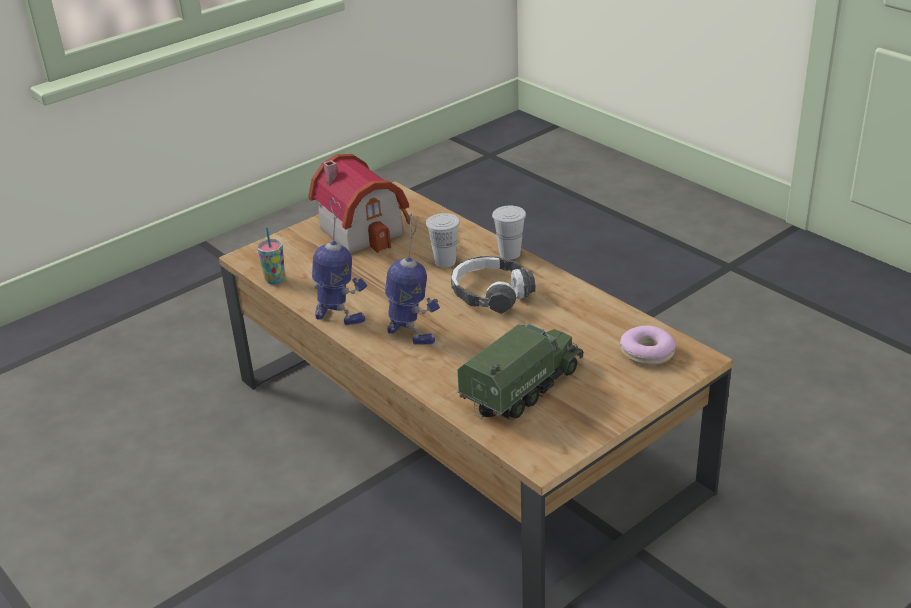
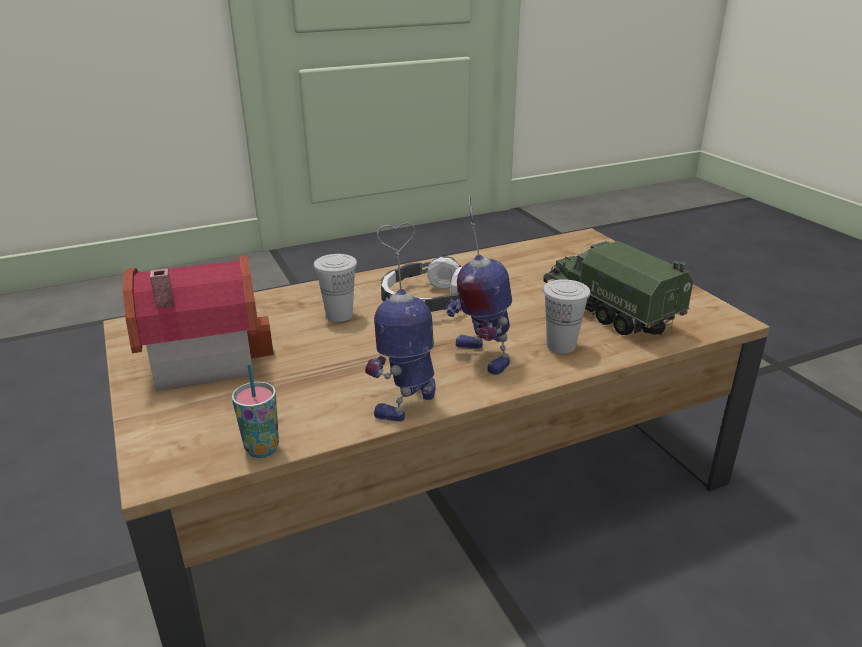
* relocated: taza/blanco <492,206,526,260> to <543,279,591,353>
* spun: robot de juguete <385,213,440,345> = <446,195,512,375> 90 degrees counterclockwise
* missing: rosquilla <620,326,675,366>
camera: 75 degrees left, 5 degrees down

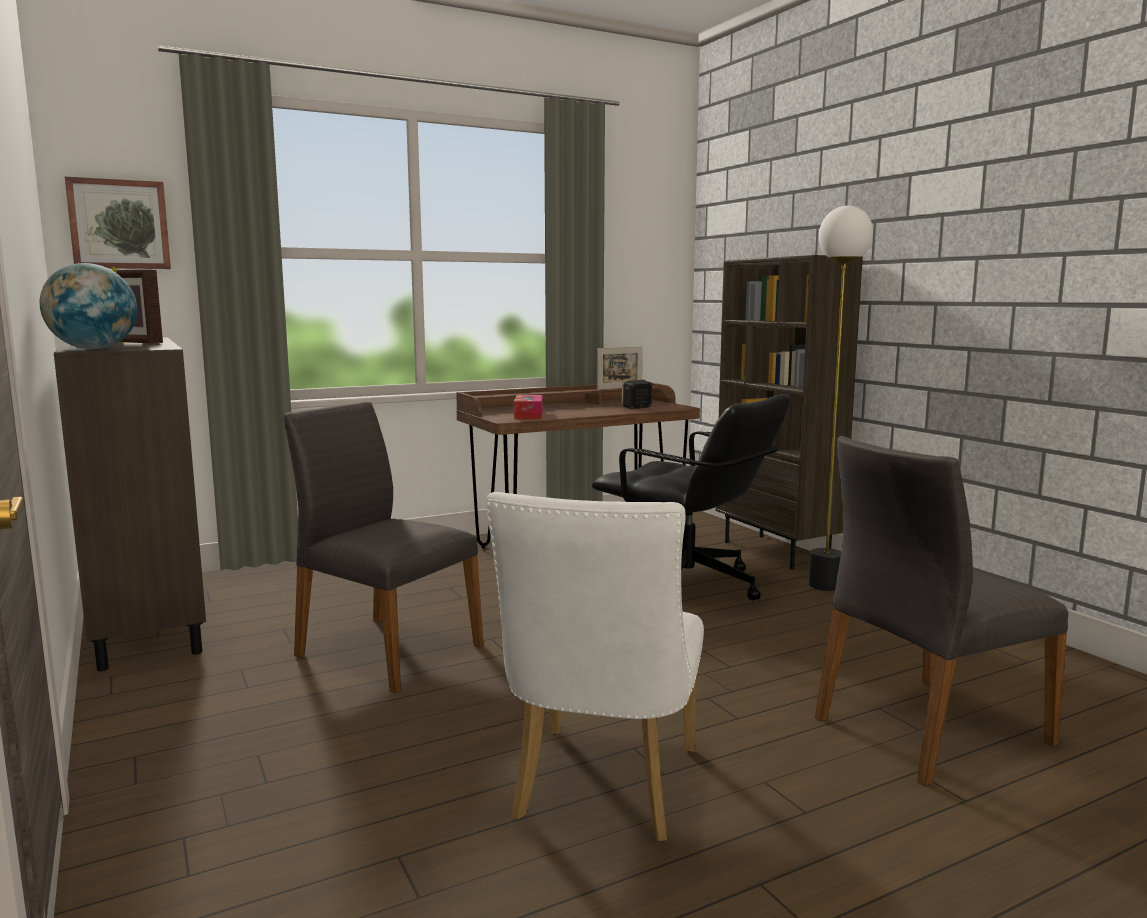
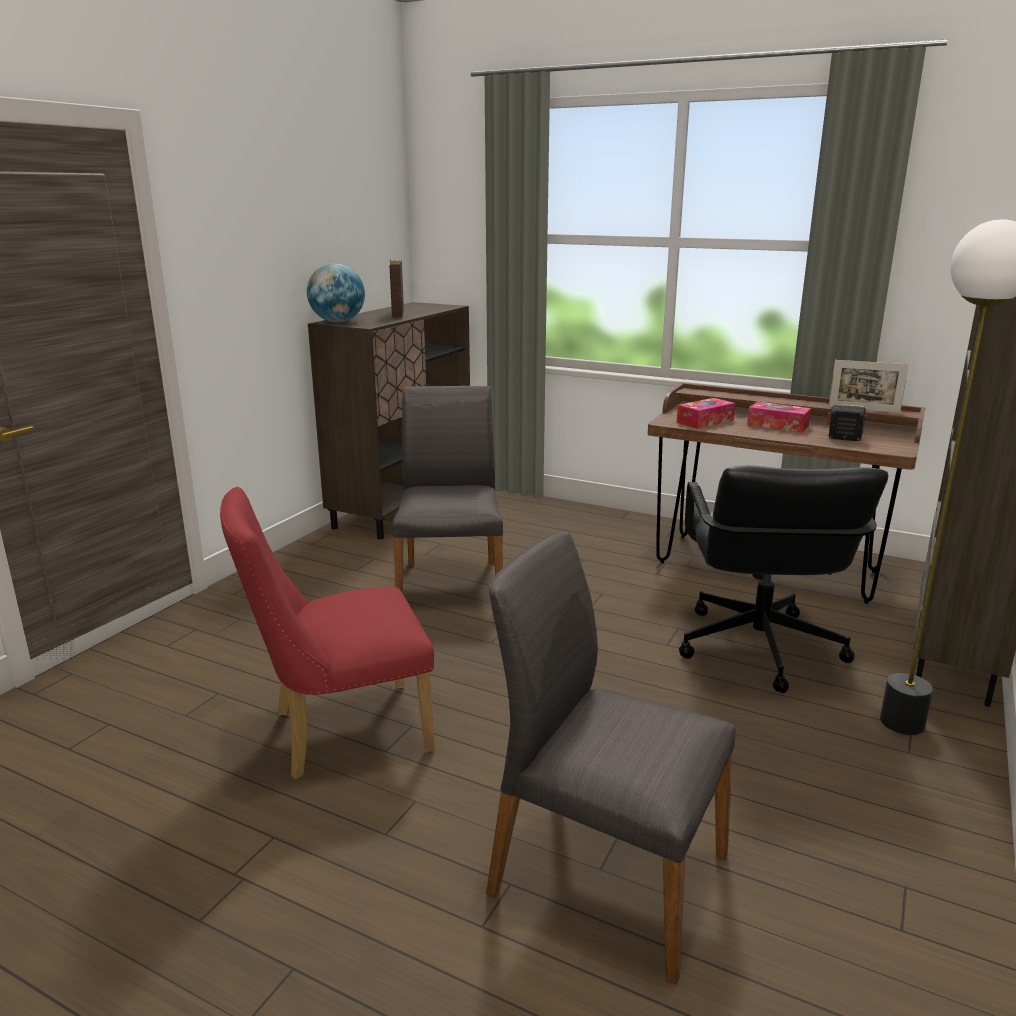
* missing: cuadro <65,177,171,269>
* colour: silla/blanco <486,492,704,842> to silla/rojo <220,487,435,779>
* appeared: caja de pañuelos <747,402,811,433>
camera: 55 degrees right, 10 degrees up

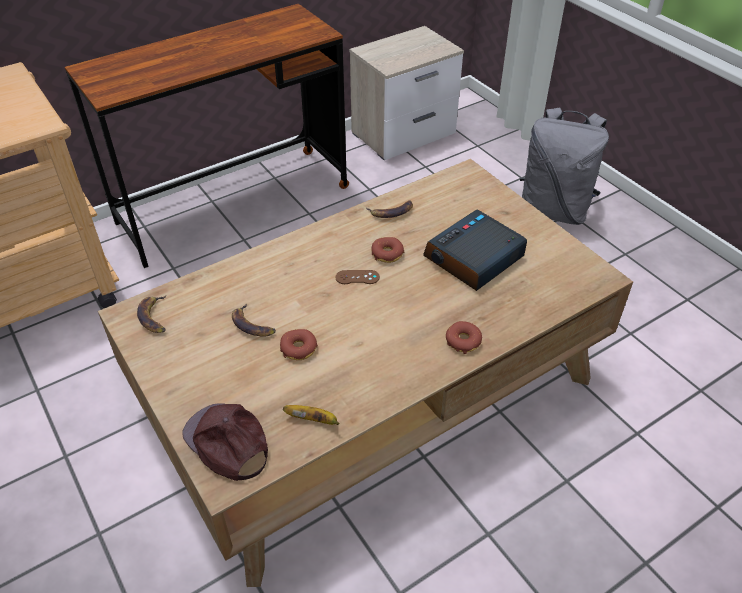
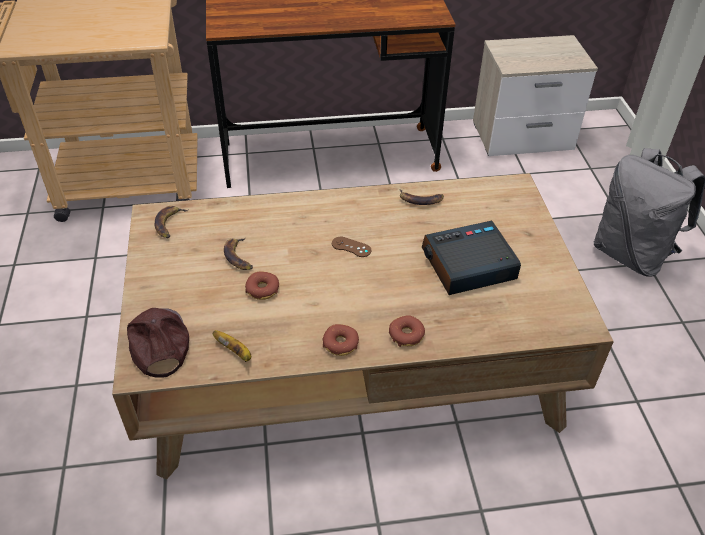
* relocated: rosquilla <372,237,404,263> to <322,324,359,356>
camera: 25 degrees right, 0 degrees up

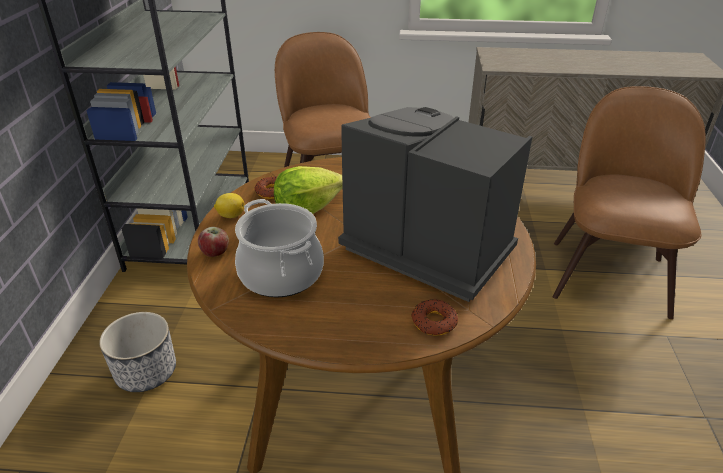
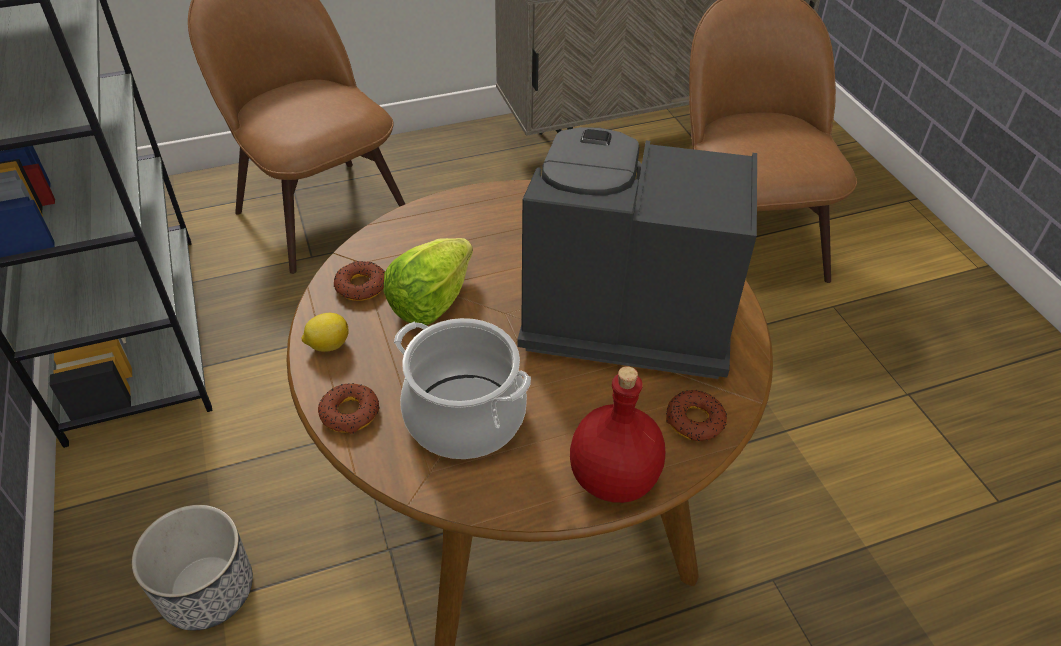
* exchanged: manzana <198,227,229,257> to rosquilla <318,383,380,434>
* appeared: botella/rojo <570,366,665,503>
camera: 25 degrees left, 10 degrees up

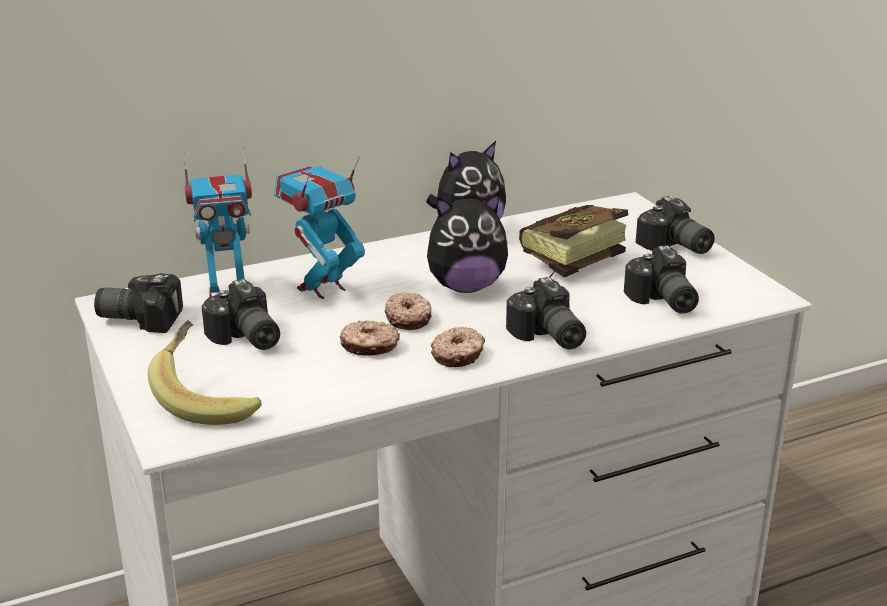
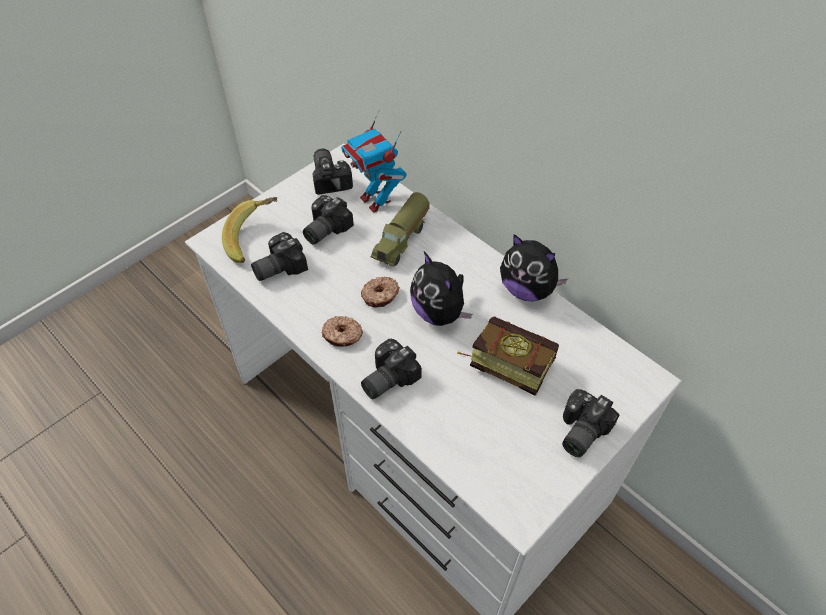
* exchanged: robot de juguete <274,157,365,299> to camión de juguete <370,192,430,266>
* relocated: cámara <624,245,699,314> to <251,232,308,281>
* missing: rosquilla <340,320,400,356>
camera: 70 degrees right, 25 degrees up

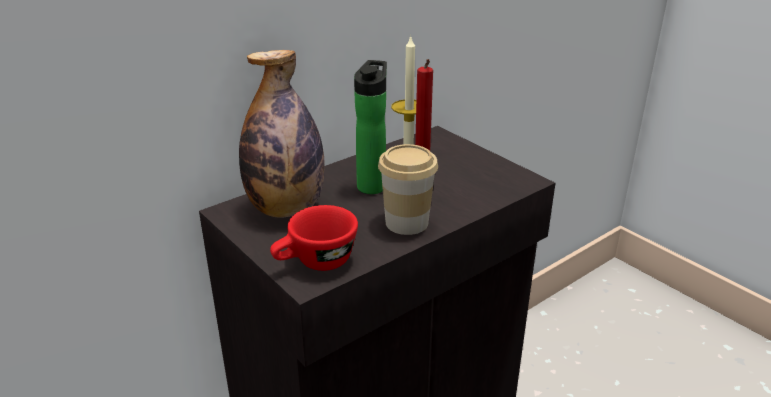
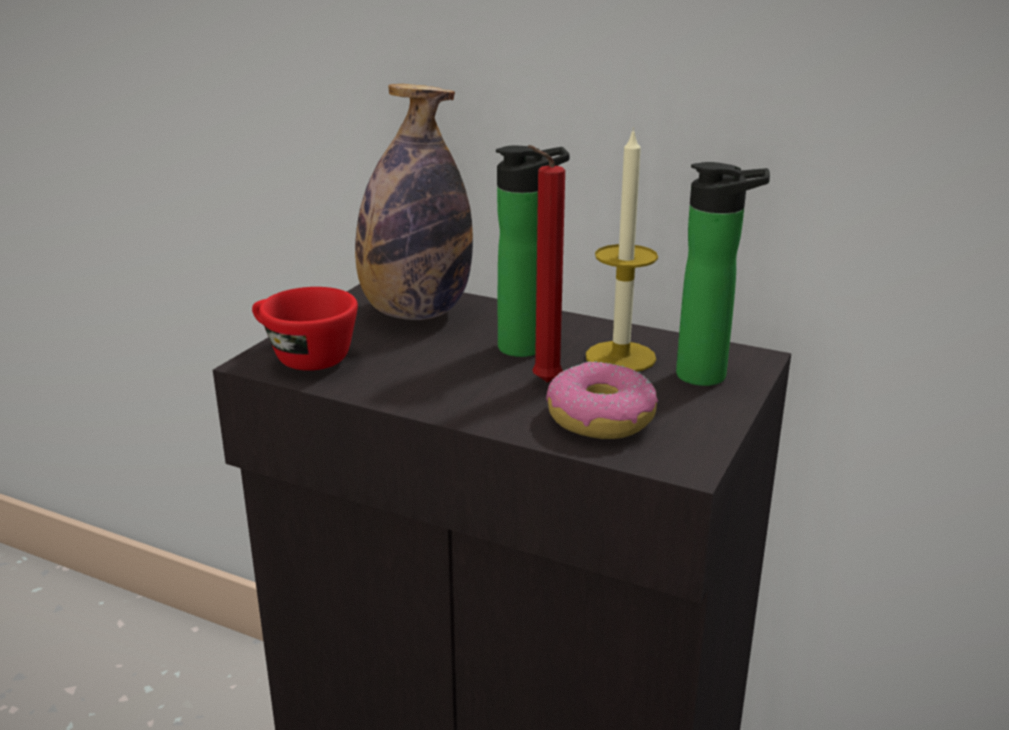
* missing: taza <378,144,438,235>
* appeared: botella <676,162,770,386>
* appeared: rosquilla <546,361,658,439>
camera: 65 degrees right, 5 degrees down

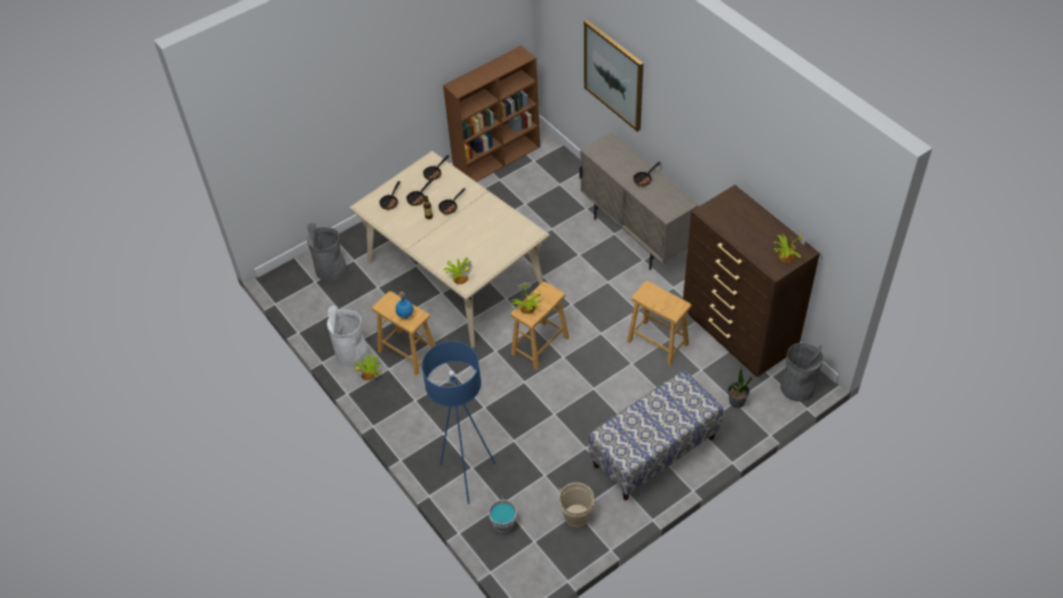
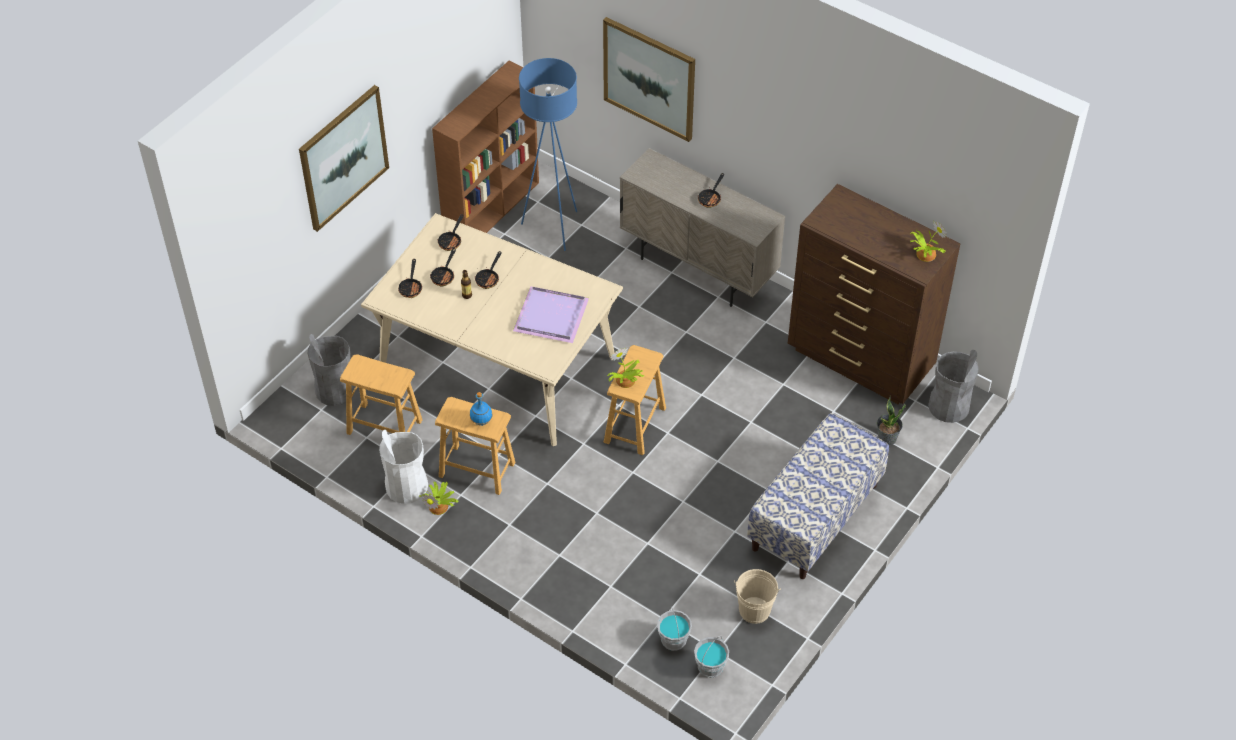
* missing: planta en maceta <443,257,472,284>
* relocated: taburete/marrón <627,281,692,366> to <340,354,422,435>
* relocated: lámpara de pie/azul <422,341,495,504> to <519,58,577,251>
* appeared: cuadro <299,85,389,232>
* appeared: bandeja/morado <513,286,589,343>
* appeared: cubo/gris <694,636,729,678>
camera: 20 degrees left, 0 degrees up

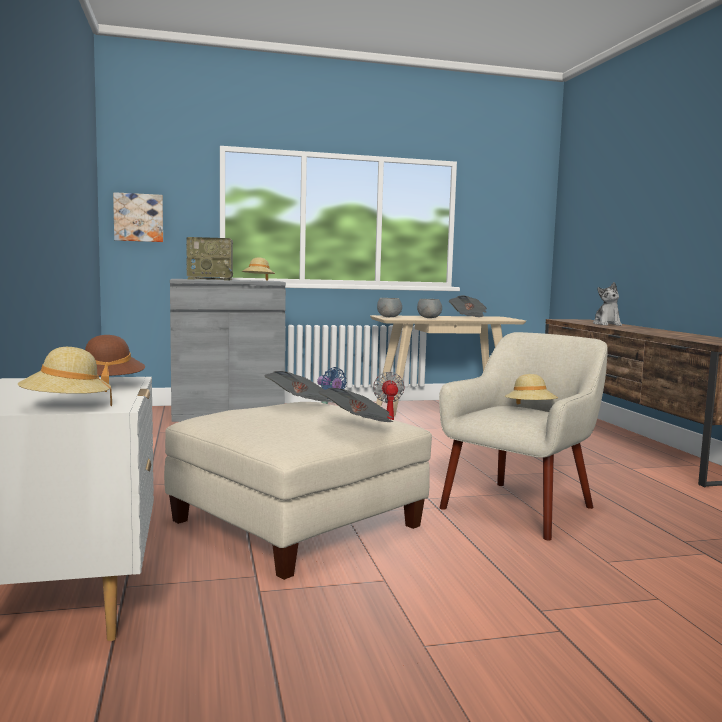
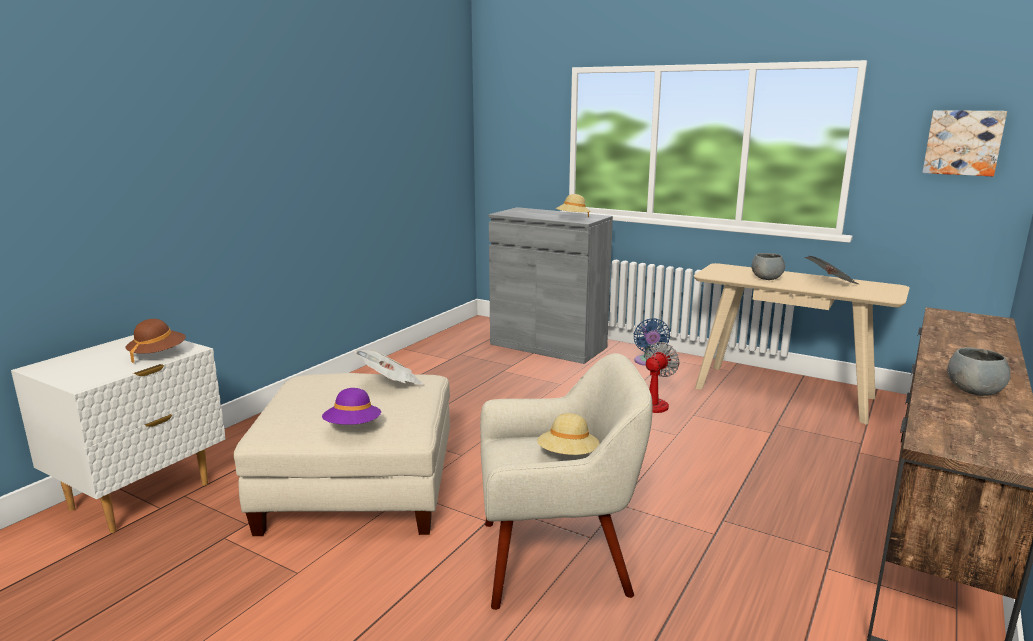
* relocated: cuadro <113,192,163,242> to <922,110,1007,177>
* missing: radio <186,237,233,281>
* missing: peluche <593,282,622,326>
* relocated: cuenco/gris <377,298,402,317> to <947,347,1011,396>
* missing: sombrero/beis <18,347,112,406>
* exchanged: periódico <318,388,394,422> to sombrero/morado <322,388,381,425>
camera: 45 degrees right, 10 degrees up

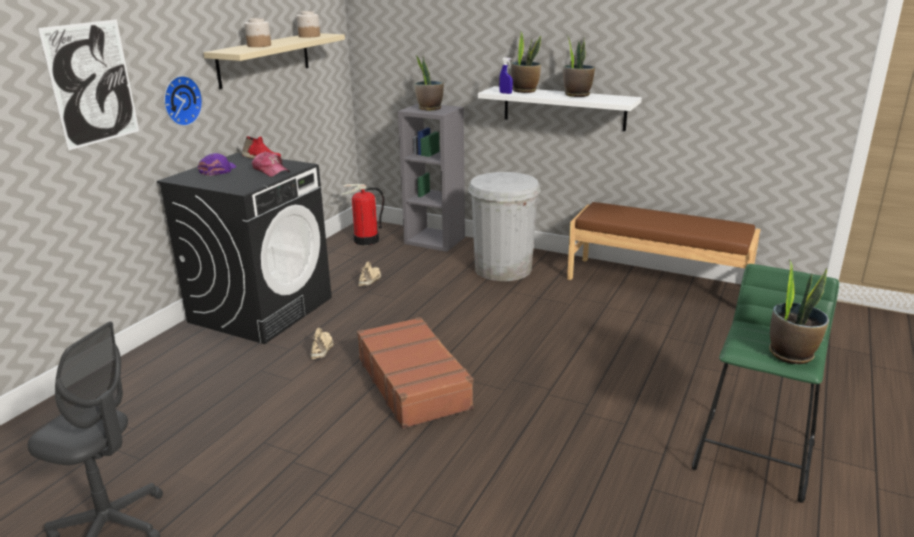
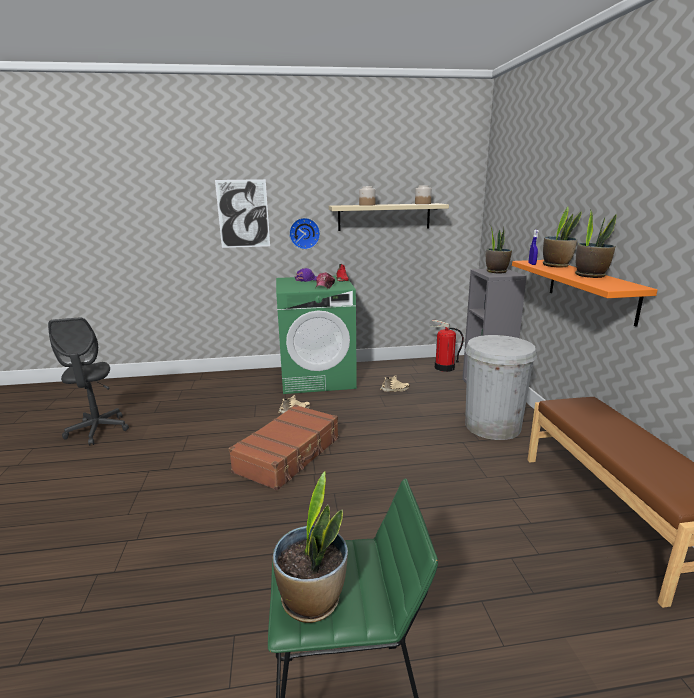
* colour: estante/blanco <478,86,642,131> to estante/naranja <512,260,658,327>
* colour: lavadora/negro <157,153,332,344> to lavadora/verde <276,276,357,394>
camera: 55 degrees right, 5 degrees down

